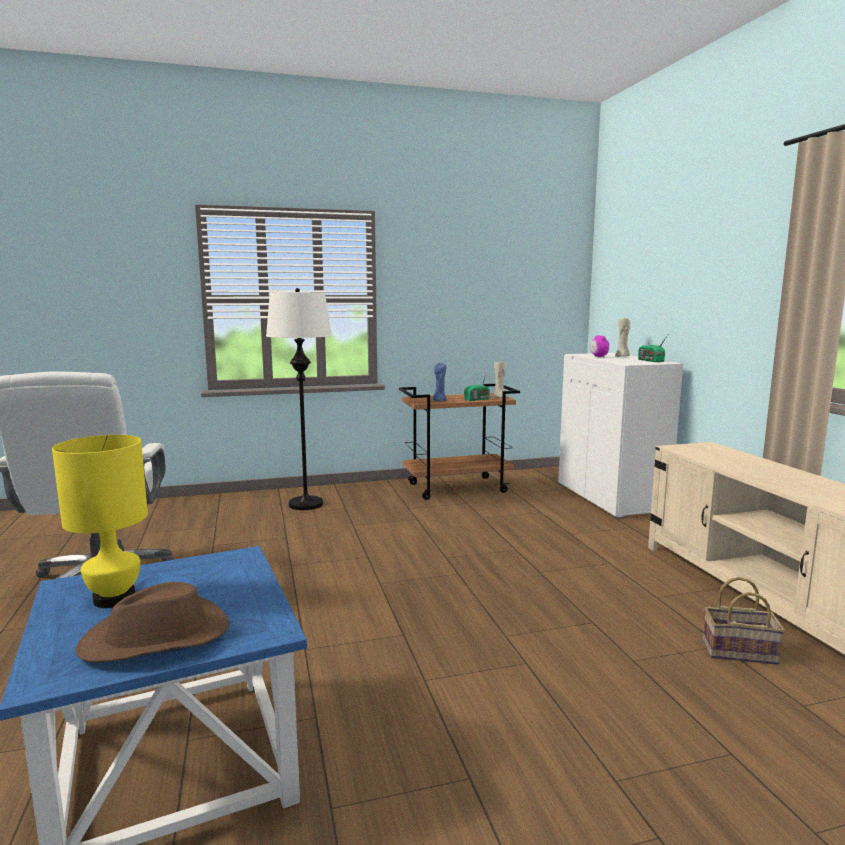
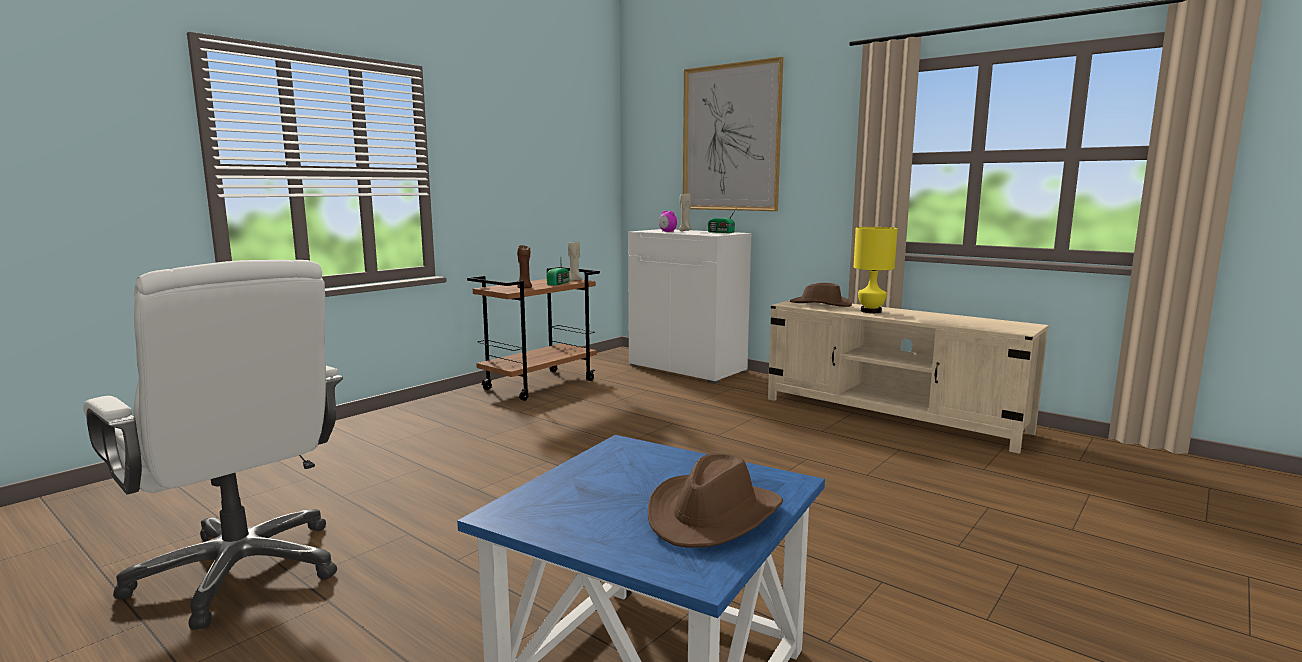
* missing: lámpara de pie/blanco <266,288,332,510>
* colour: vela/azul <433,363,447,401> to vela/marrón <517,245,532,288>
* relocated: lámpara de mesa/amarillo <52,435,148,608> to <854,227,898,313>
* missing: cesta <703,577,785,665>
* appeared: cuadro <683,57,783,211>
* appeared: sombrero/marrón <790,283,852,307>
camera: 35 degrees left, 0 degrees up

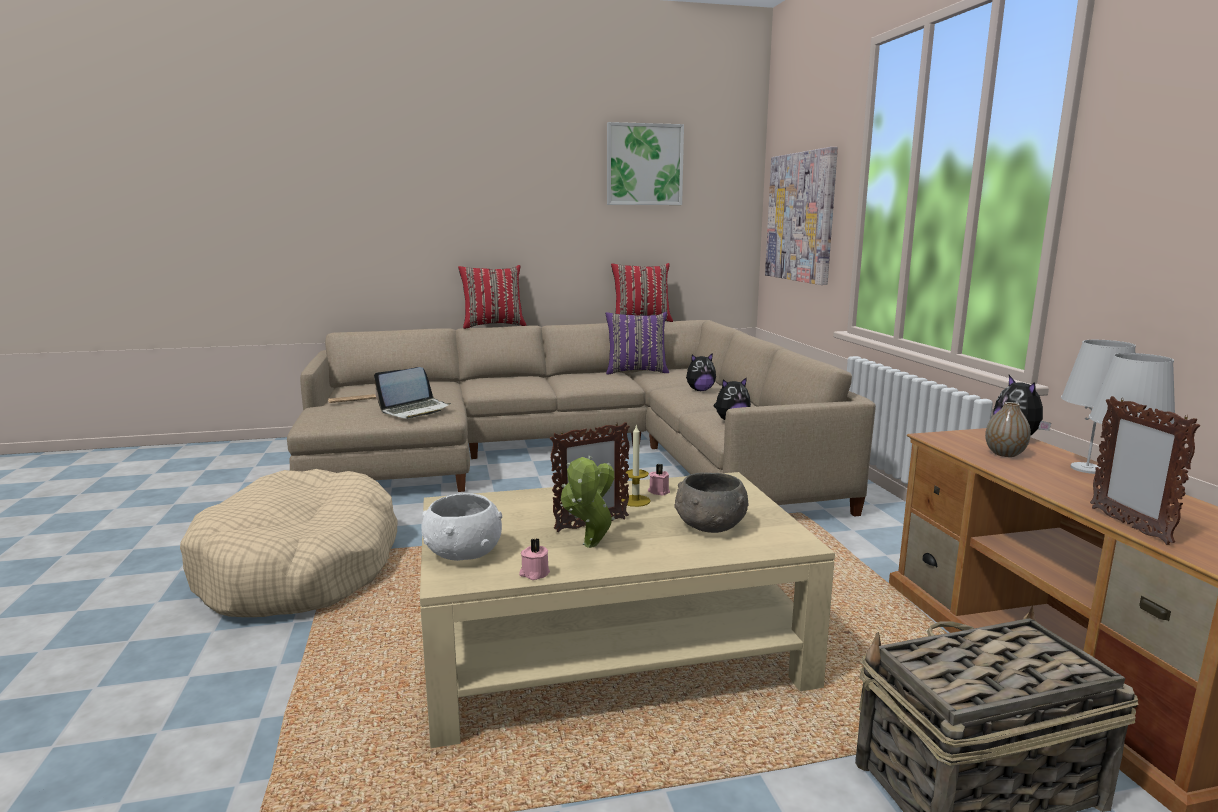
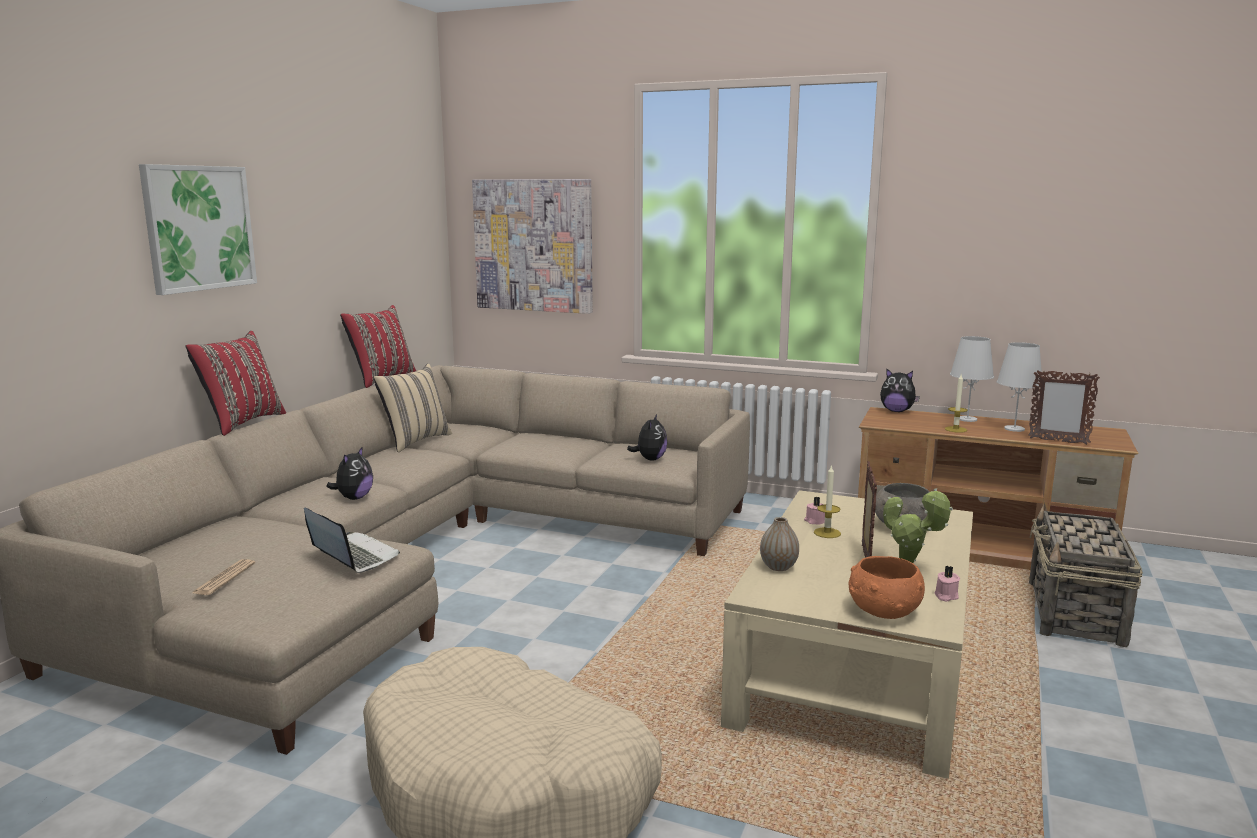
* relocated: cuadro <607,122,684,205> to <139,164,257,295>
* colour: cojín/morado <605,312,669,375> to cojín/beis <373,364,452,452>
* relocated: peluche <686,353,716,391> to <326,446,373,500>
* spun: portátil <374,367,451,419> = <304,508,400,573> 45 degrees counterclockwise
* relocated: florero <985,402,1031,457> to <760,517,799,571>
* colour: cuenco/blanco <421,493,502,561> to cuenco/naranja <849,556,925,619>
* appeared: vela <945,374,968,433>
camera: 55 degrees left, 0 degrees up

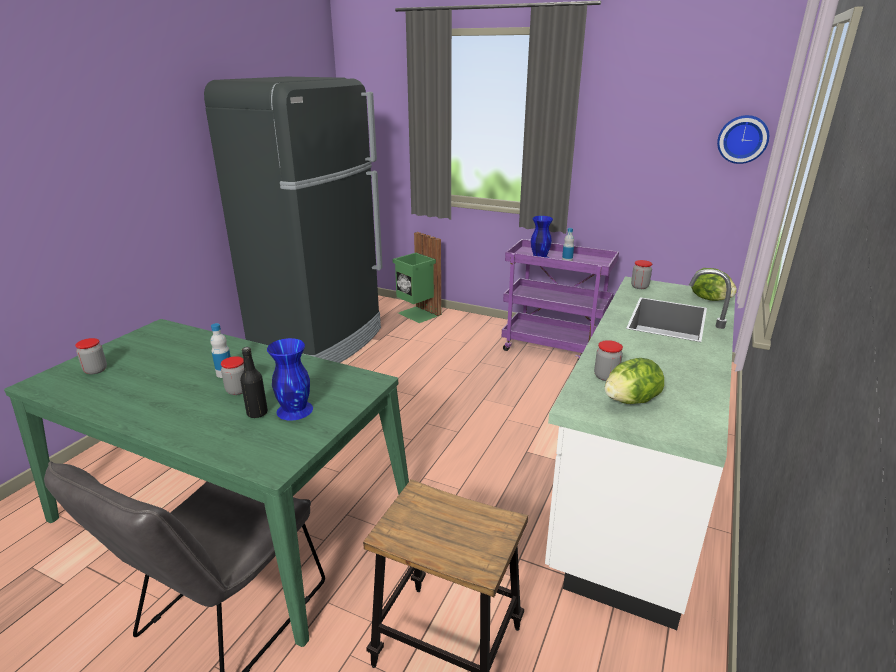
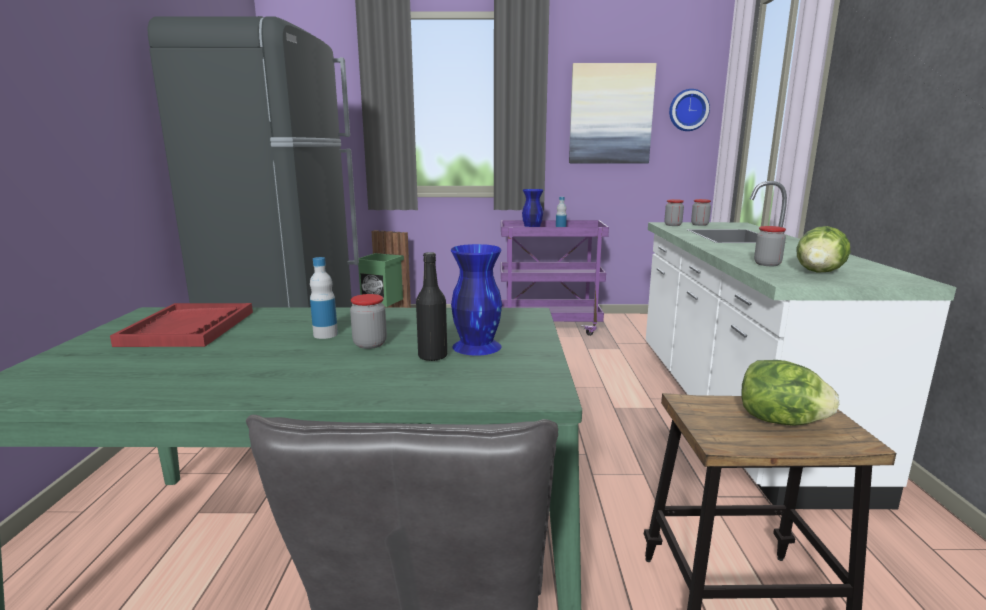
* relocated: lechuga <691,268,737,301> to <741,360,839,426>
* relocated: tarro <75,338,107,375> to <691,199,711,226>
* appeared: cuadro <569,63,656,163>
* appeared: bandeja/rojo <110,303,253,347>
camera: 25 degrees left, 10 degrees down

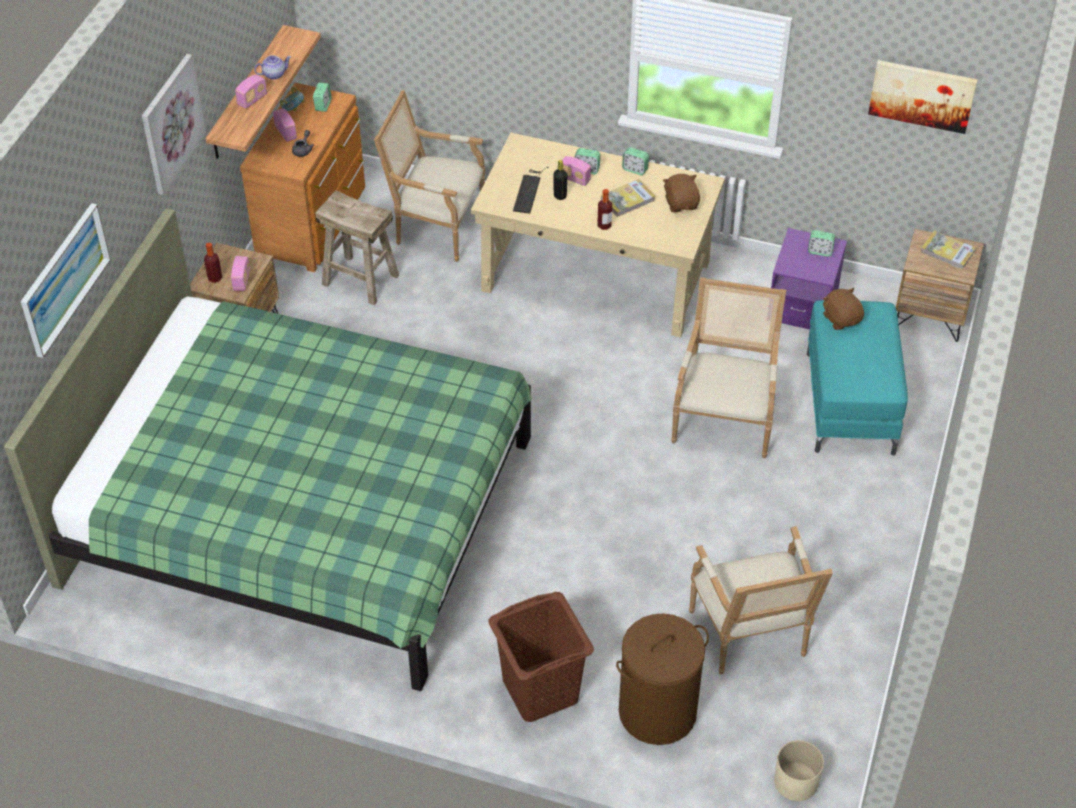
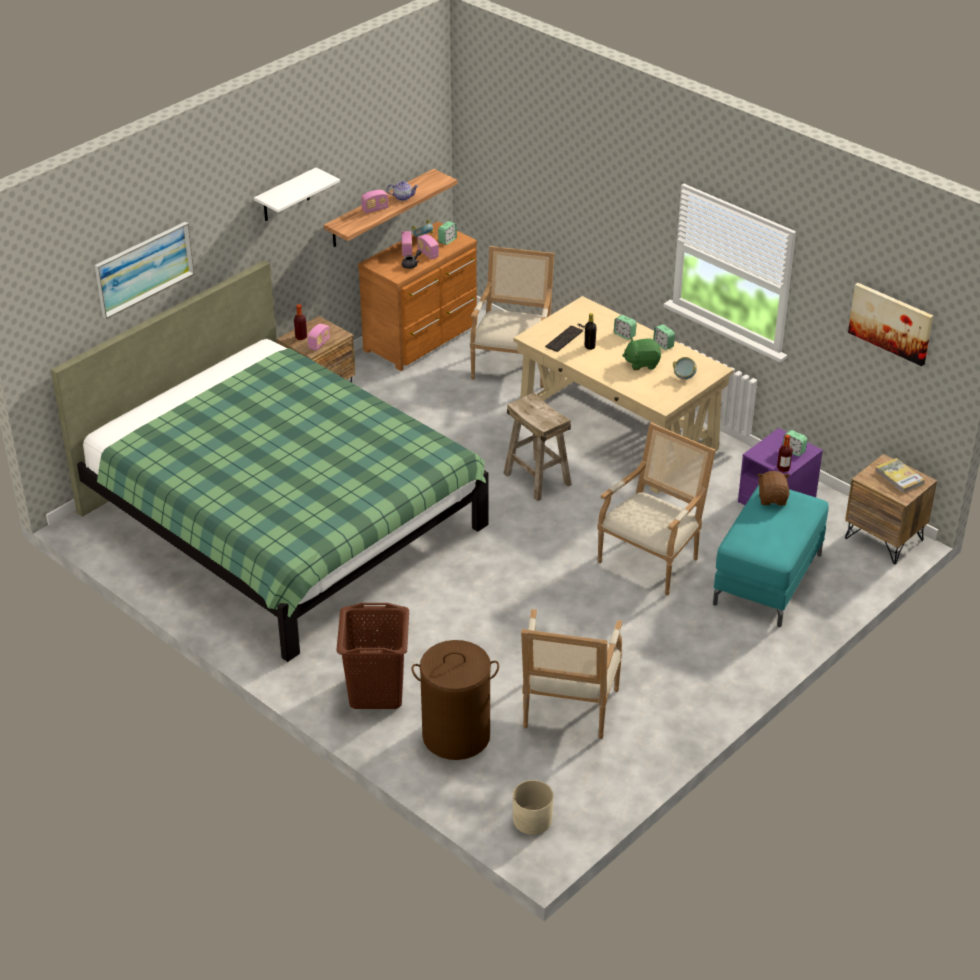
* exchanged: cuadro <142,54,206,195> to estante/blanco <254,168,340,221>
* spun: sillón <374,90,485,262> = <470,246,554,388> 60 degrees clockwise
* relocated: radio <562,156,591,186> to <417,234,439,260>
* exchanged: peluche/marrón <663,174,700,212> to cuenco <673,357,697,379>
* exchanged: libro <601,179,655,217> to peluche/verde <622,338,661,370>
* relocated: botella <597,189,612,230> to <777,434,793,472>
* relocated: taburete/beis <315,190,399,305> to <503,392,572,501>
camera: 25 degrees right, 10 degrees down

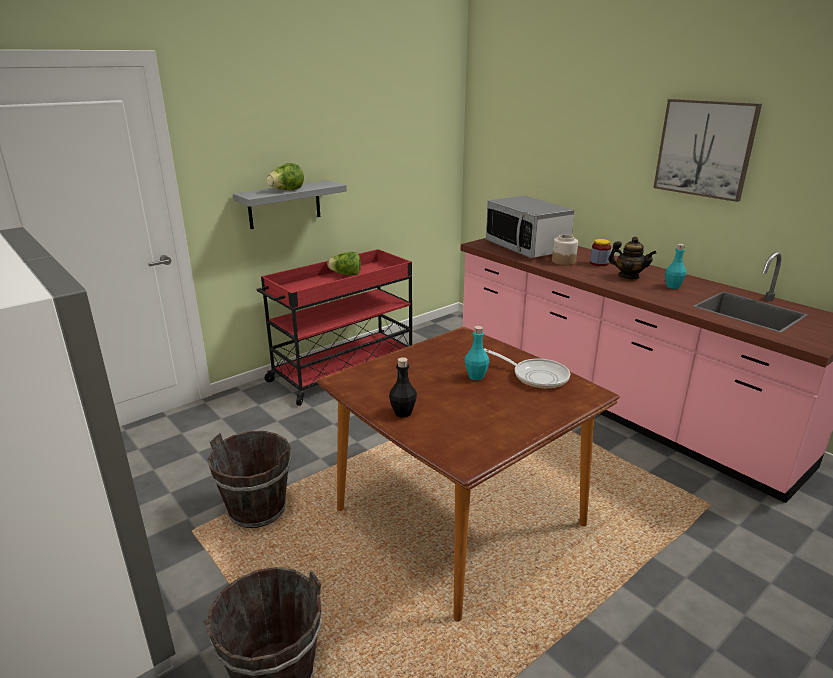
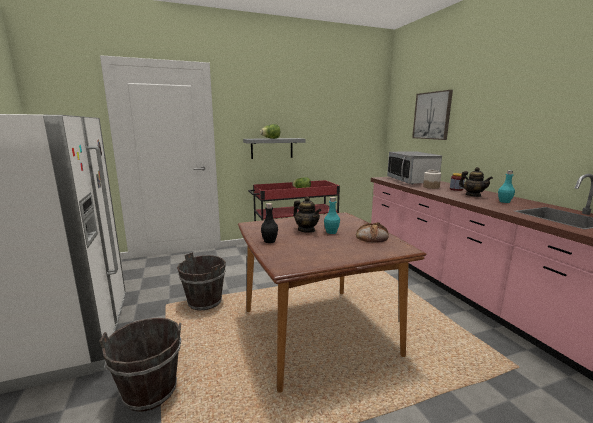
* relocated: cuadro <653,99,762,202> to <412,90,453,140>
* exchanged: sartén <484,348,570,389> to pan <356,222,388,242>
* appeared: tetera <293,196,321,233>
camera: 20 degrees right, 10 degrees down

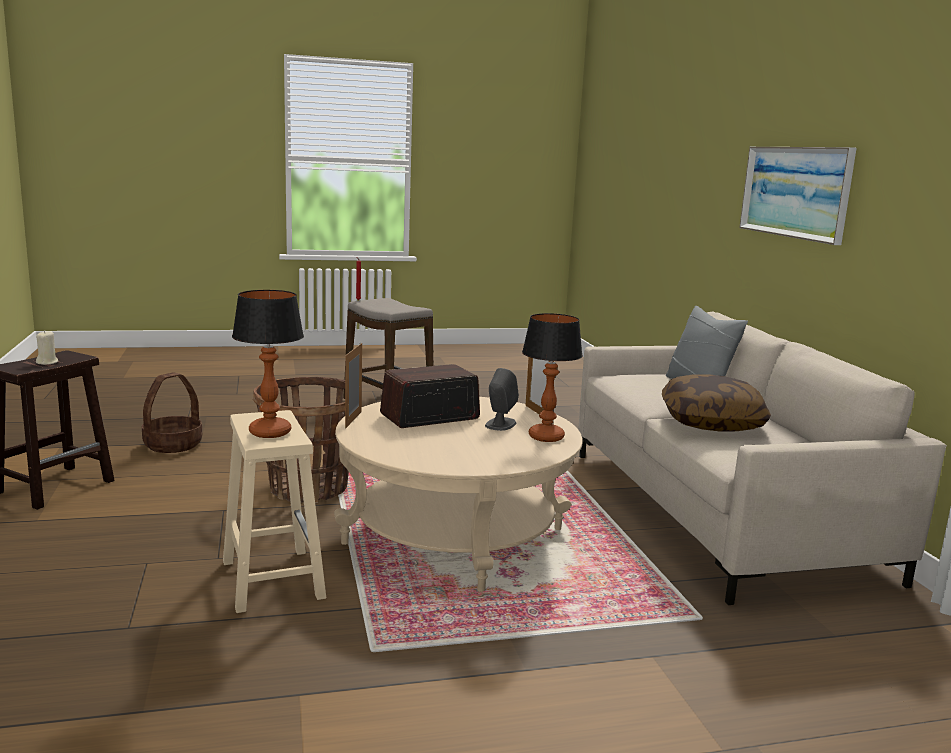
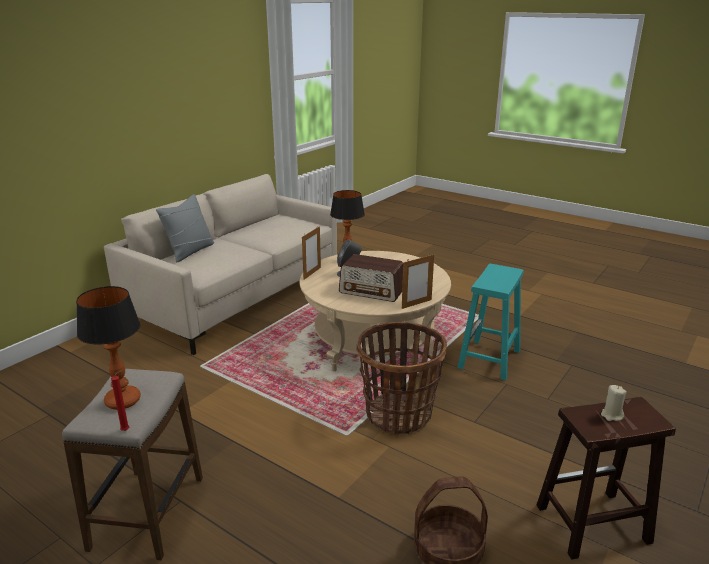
* missing: cuadro <739,147,857,245>
* relocated: lámpara de mesa <232,290,304,438> to <76,286,141,410>
* missing: cojín <662,374,771,431>
* colour: taburete/beis <223,410,326,613> to taburete/turquesa <457,264,524,381>
camera: 130 degrees left, 10 degrees up

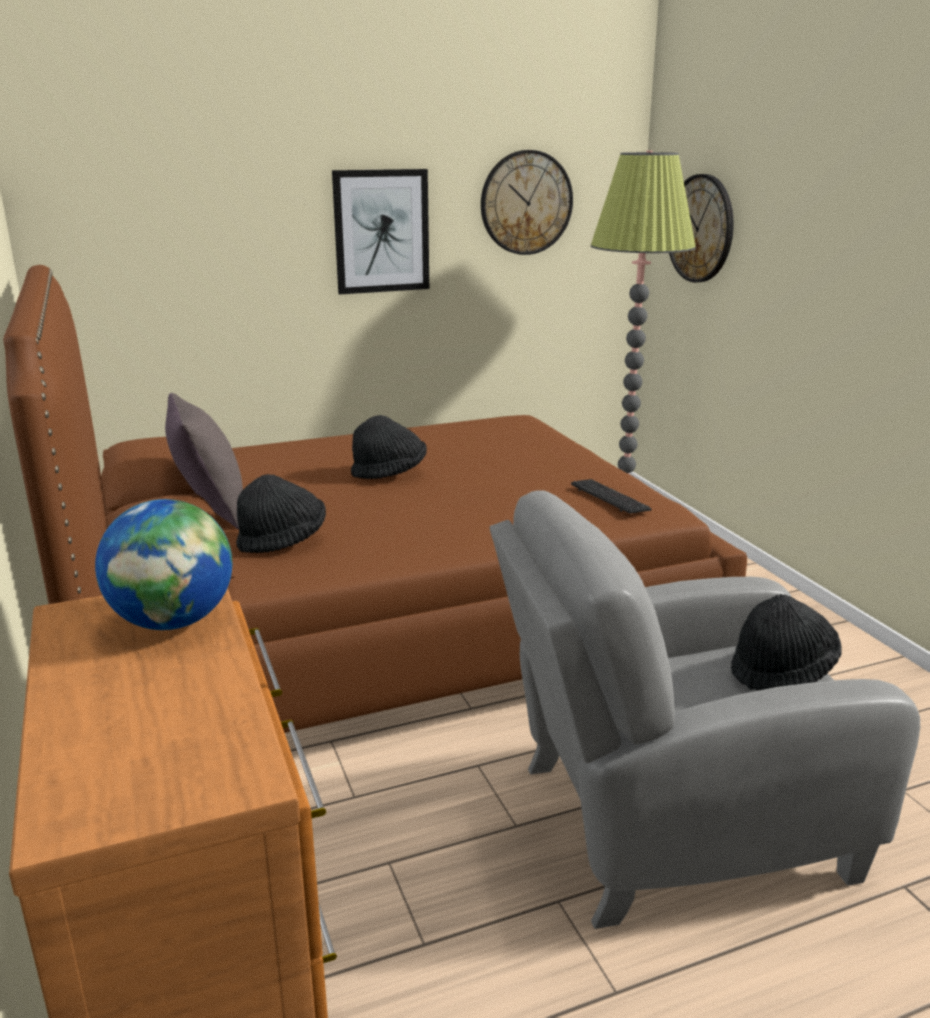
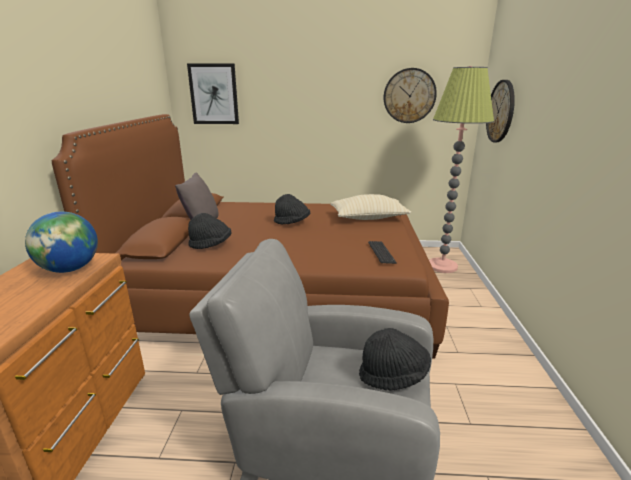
* relocated: cuadro <332,169,429,294> to <187,64,239,124>
* appeared: cojín/beis <330,194,411,220>
camera: 25 degrees right, 0 degrees up

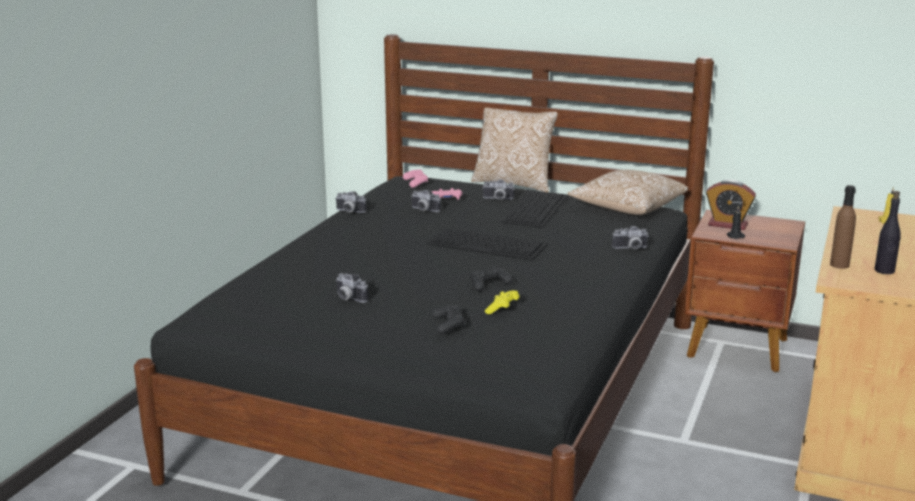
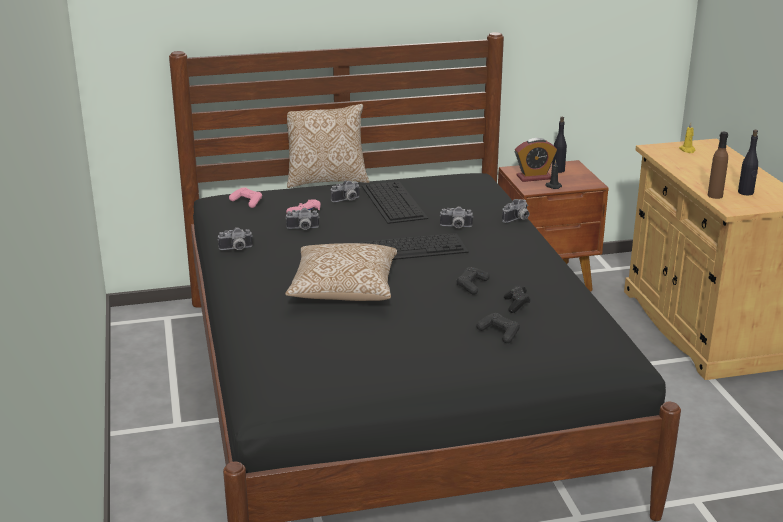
* relocated: cojín <567,170,688,215> to <285,243,397,301>
* relocated: cámara <336,273,368,303> to <439,206,473,228>
* colour: mando de consola/amarillo <485,290,519,314> to mando de consola/negro <504,285,531,313>
* appeared: botella/negro <552,117,567,173>
camera: 35 degrees left, 5 degrees up

